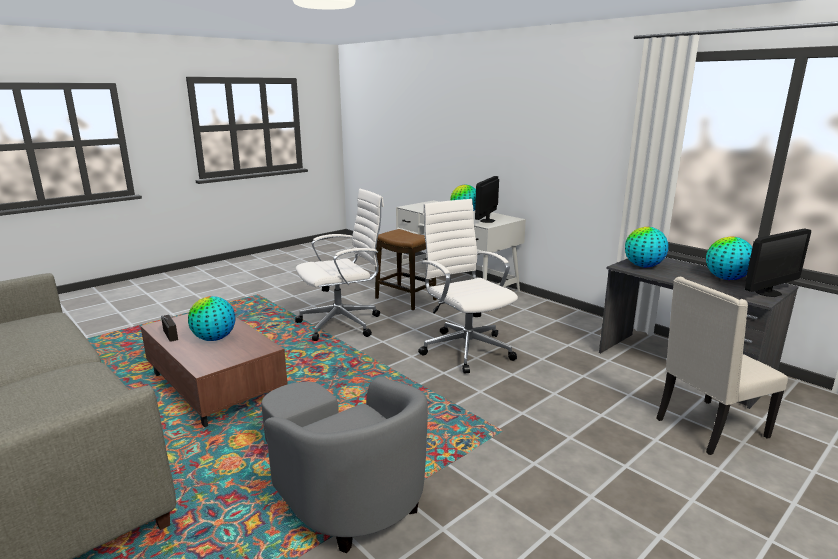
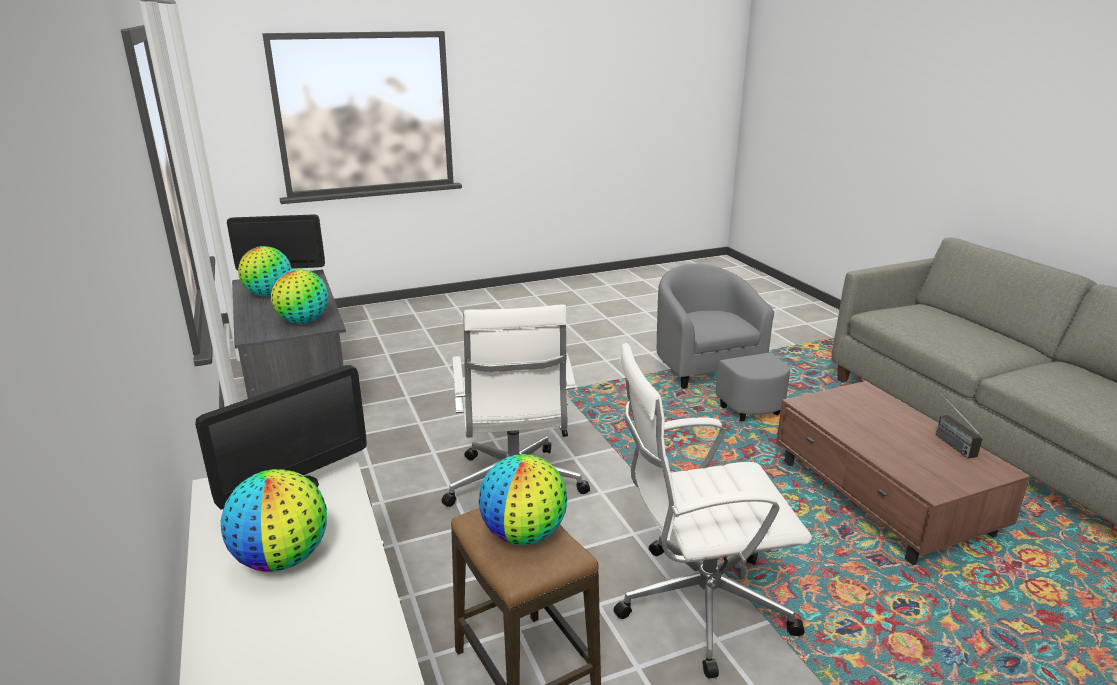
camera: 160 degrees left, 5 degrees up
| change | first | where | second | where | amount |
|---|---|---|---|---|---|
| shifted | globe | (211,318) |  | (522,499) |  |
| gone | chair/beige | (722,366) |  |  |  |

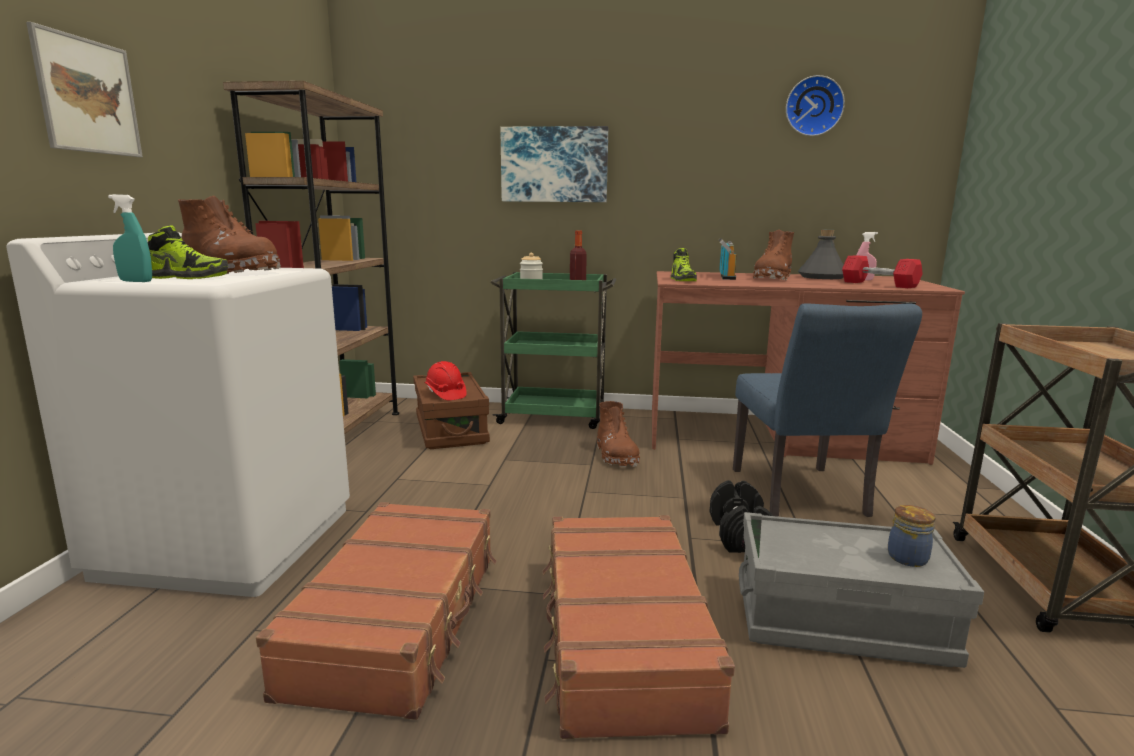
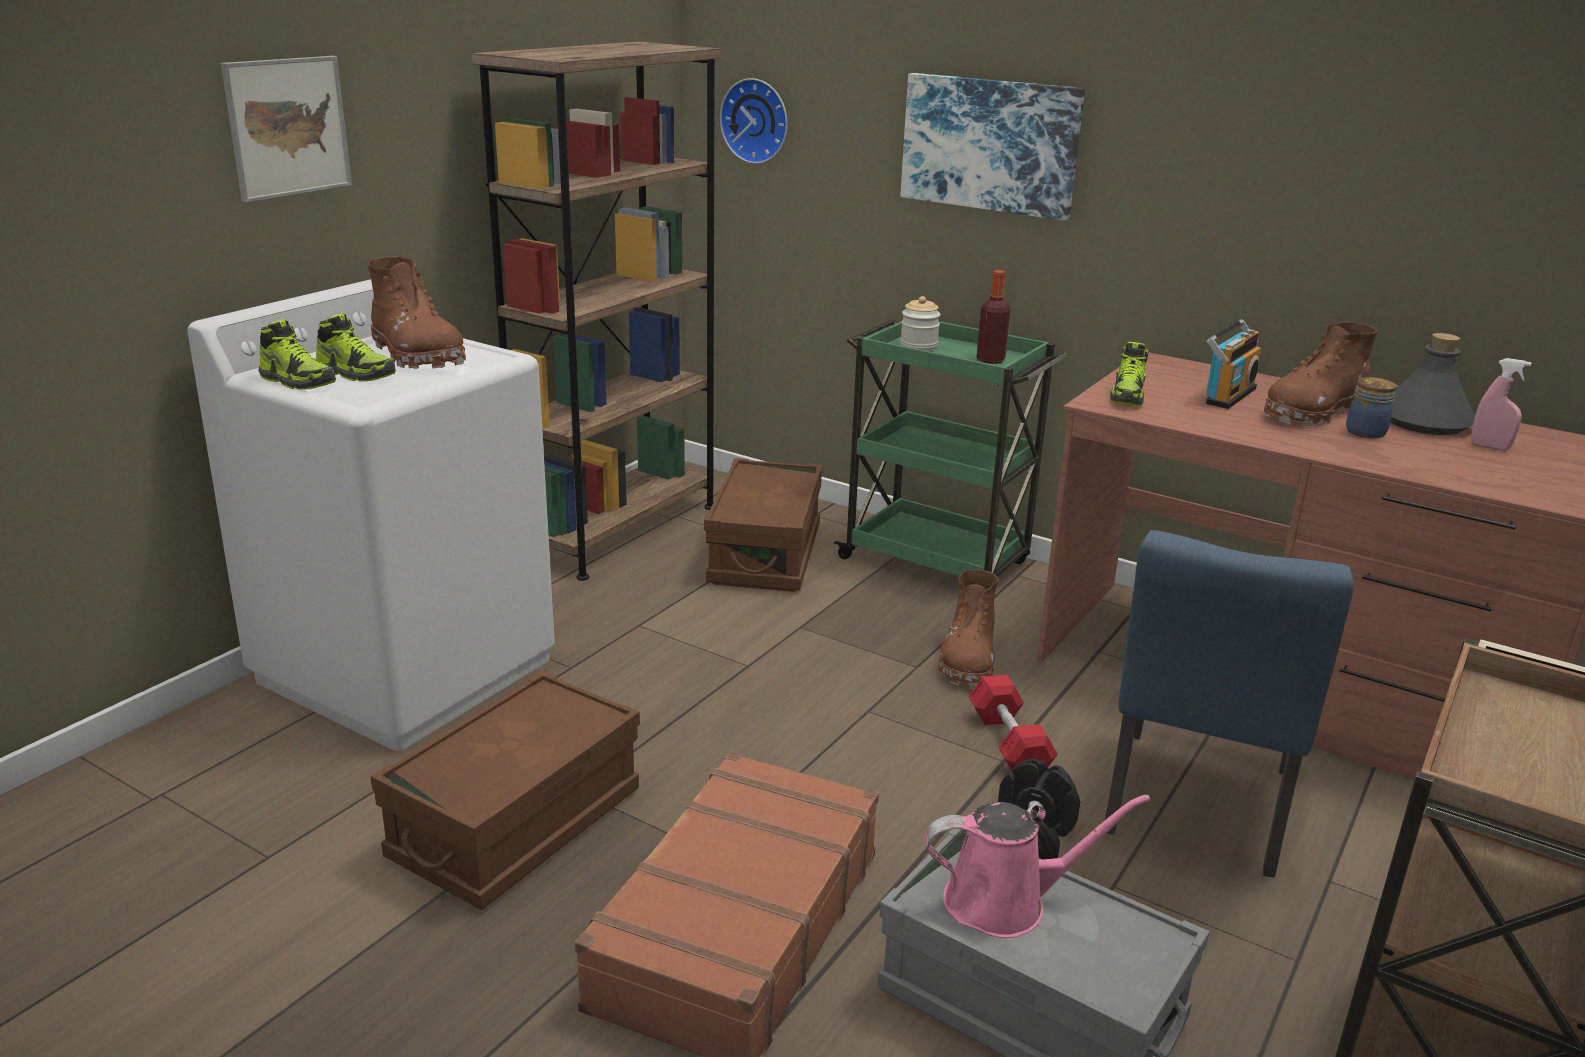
camera: 25 degrees right, 10 degrees up
| change | first | where | second | where | amount |
|---|---|---|---|---|---|
| swapped | spray bottle/turquoise | (130,238) | shoe | (297,354) |  |
| swapped | suitcase/brown | (376,611) | storage box/brown | (505,790) |  |
| gone | hard hat/red | (445,380) |  |  |  |
| shifted | wall clock | (815,105) |  | (754,121) |  |
| shifted | dumbbell/red | (882,271) |  | (1013,722) |  |
| shifted | jar | (912,536) |  | (1372,408) |  |
| new |  |  | watering can/pink | (1037,866) |  |

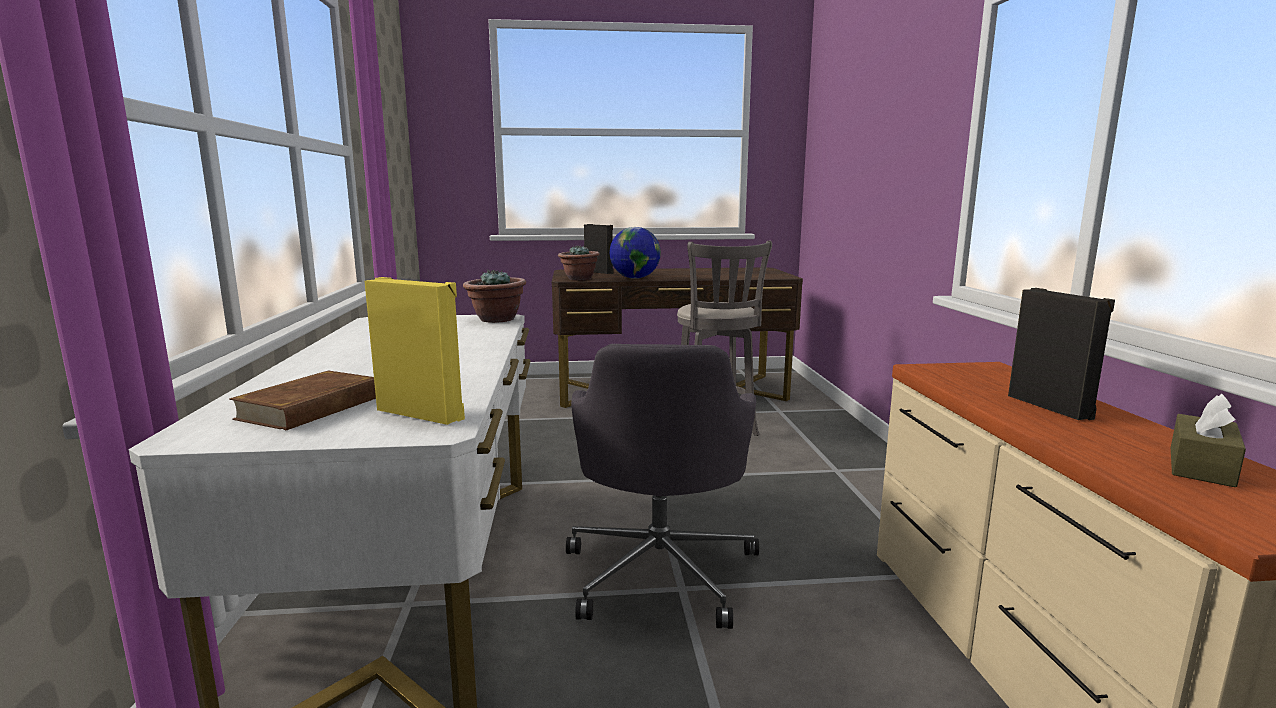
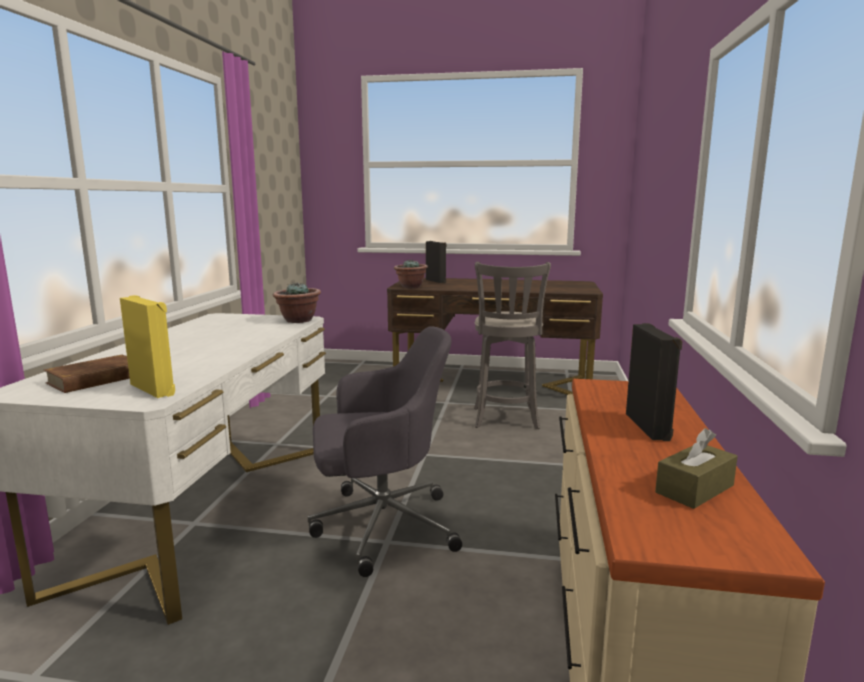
camera: 15 degrees right, 0 degrees up
| change | first | where | second | where | amount |
|---|---|---|---|---|---|
| rotated | office chair/grey | (662,486) |  | (385,451) | 120 degrees counterclockwise |
| gone | globe | (635,253) |  |  |  |

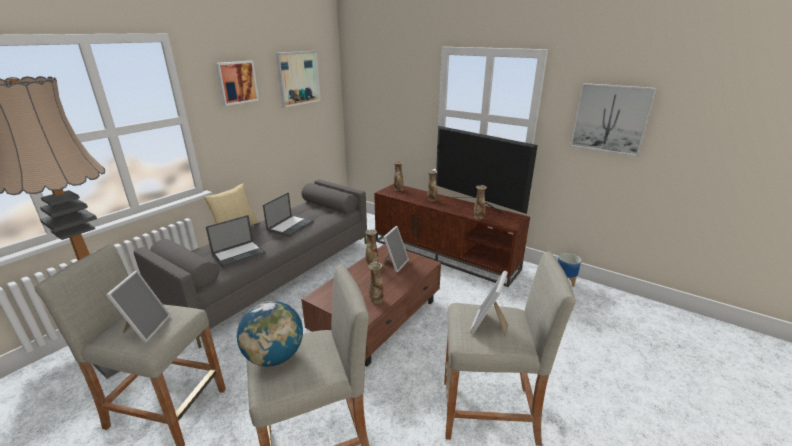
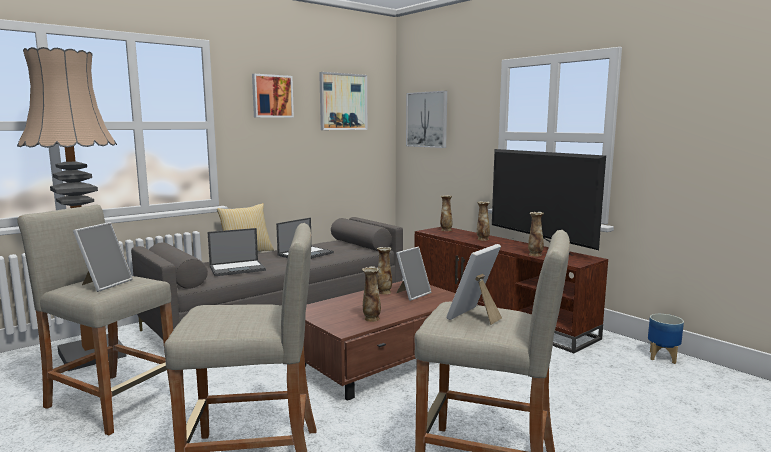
camera: 15 degrees right, 15 degrees down
| change | first | where | second | where | amount |
|---|---|---|---|---|---|
| gone | globe | (270,334) |  |  |  |
| shifted | picture | (613,119) |  | (426,119) |  |

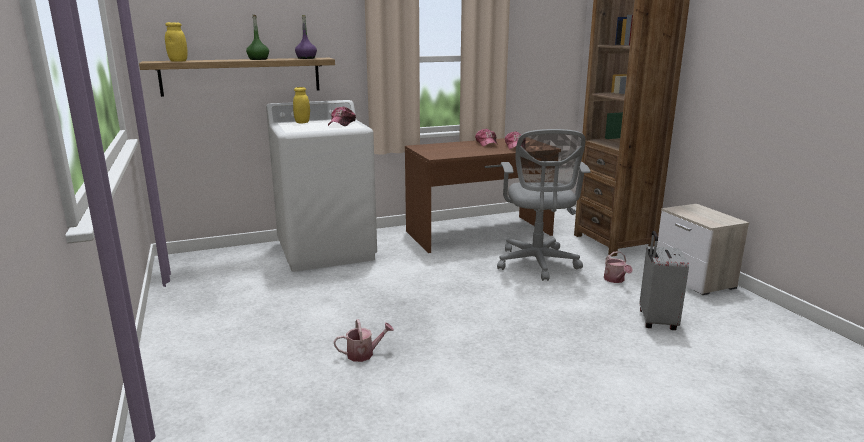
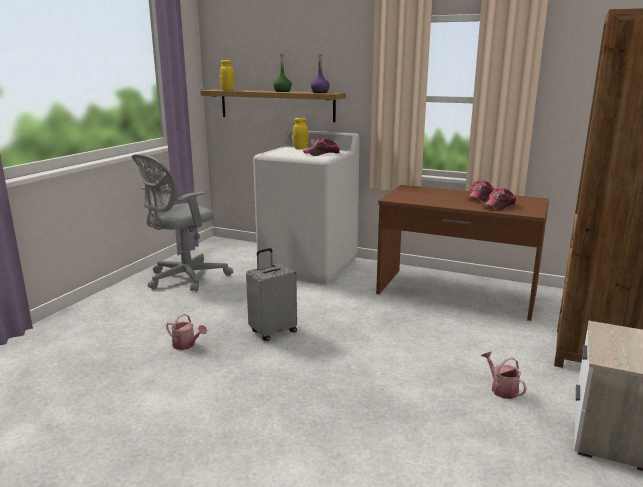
camera: 45 degrees right, 0 degrees up
| change | first | where | second | where | amount |
|---|---|---|---|---|---|
| shifted | office chair/grey | (543,205) |  | (182,223) |  |
| rotated | watering can | (618,267) |  | (504,375) | 120 degrees clockwise |
| shifted | suitcase/grey | (664,280) |  | (271,294) |  |

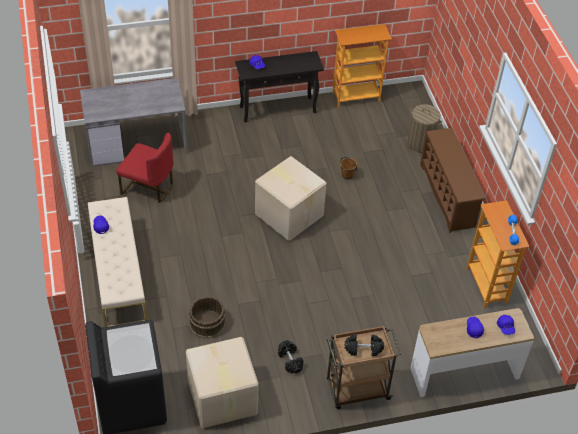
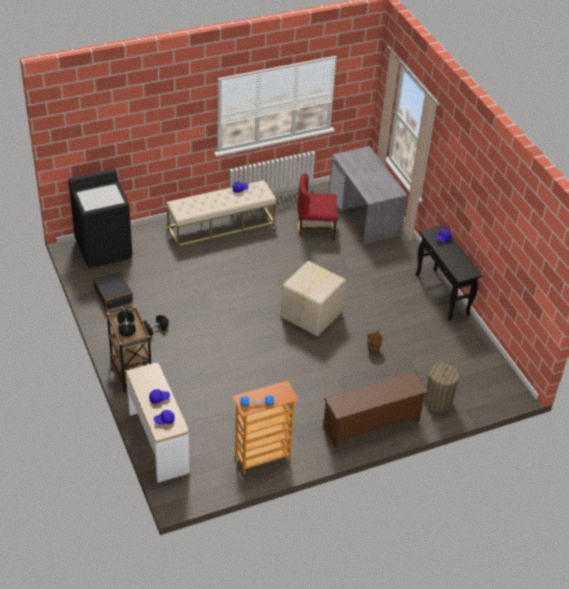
camera: 80 degrees right, 5 degrees down
| change | first | where | second | where | amount |
|---|---|---|---|---|---|
| rotated | chair/red | (144,168) |  | (317,206) | 75 degrees clockwise |
| swapped | cardboard box | (222,382) | suitcase/black | (113,290) |  |
| gone | bucket/brown | (207,317) |  |  |  |
| gone | bookcase | (362,66) |  |  |  |

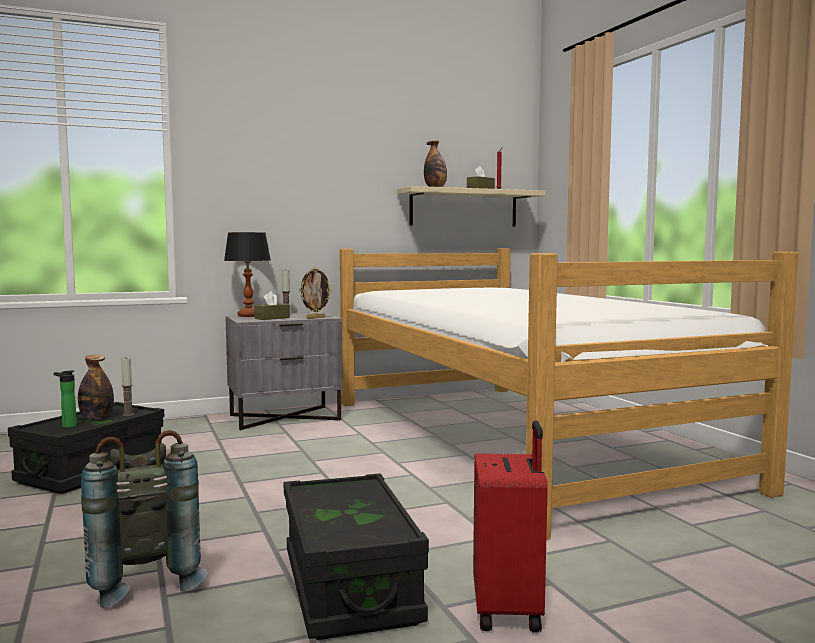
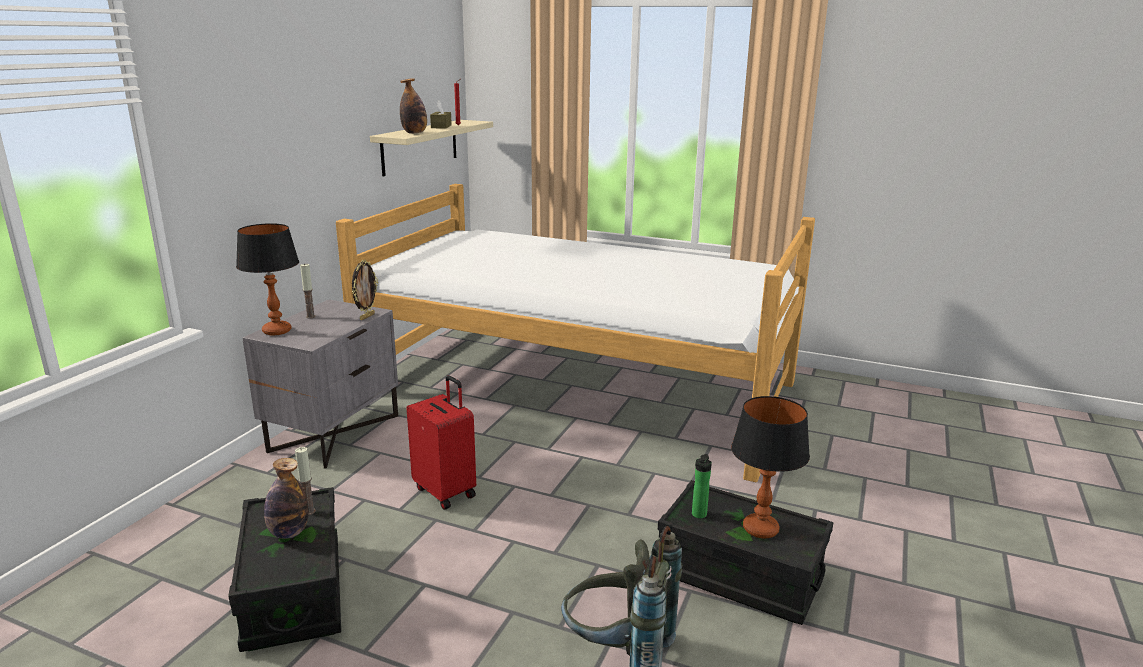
camera: 45 degrees left, 15 degrees up
| change | first | where | second | where | amount |
|---|---|---|---|---|---|
| shifted | bottle | (65,399) |  | (702,486) |  |
| gone | tissue box/brown | (272,305) |  |  |  |
| shifted | suitcase/red | (510,526) |  | (441,442) |  |
| new |  |  | table lamp | (770,467) |  |

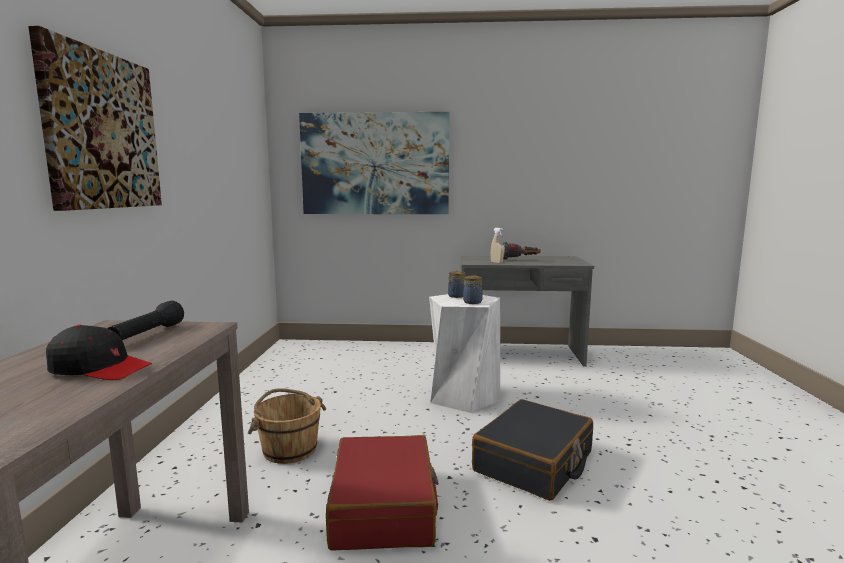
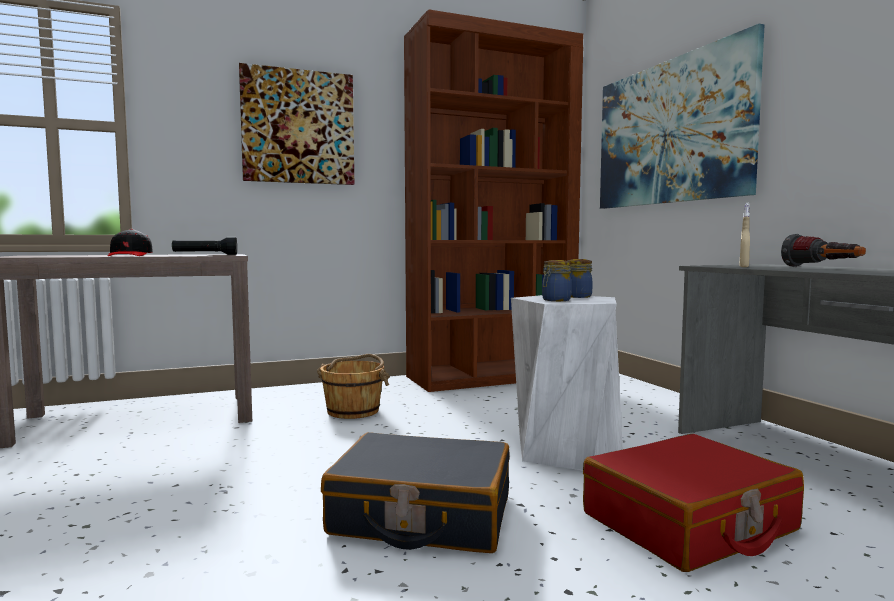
camera: 65 degrees right, 5 degrees down
| change | first | where | second | where | amount |
|---|---|---|---|---|---|
| shifted | suitcase/red | (382,493) |  | (693,503) |  |
| new |  |  | bookcase/brown | (493,200) |  |

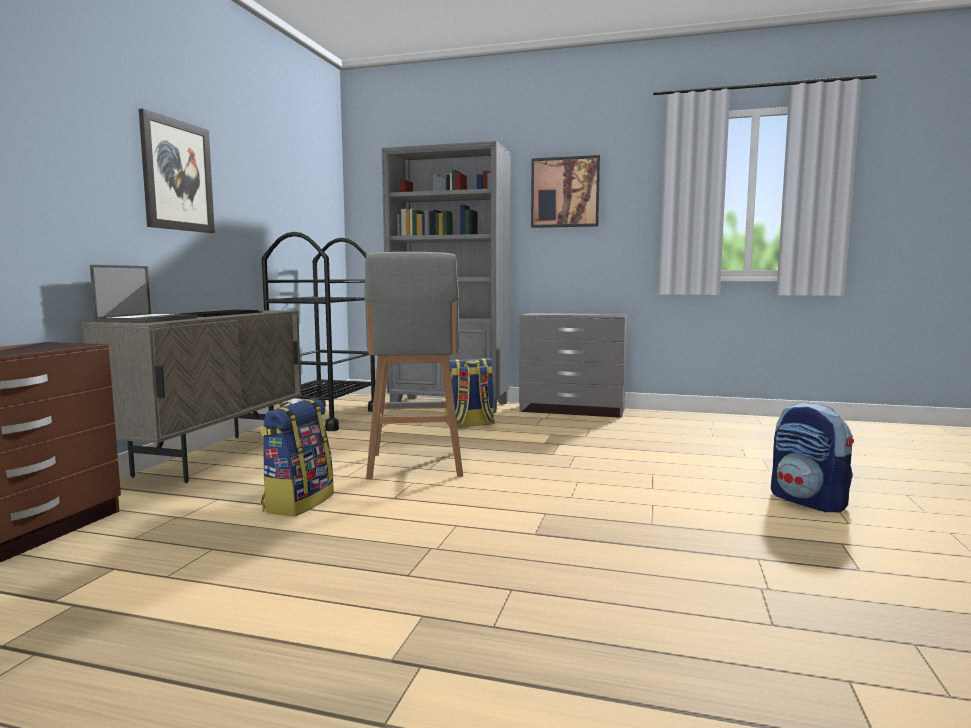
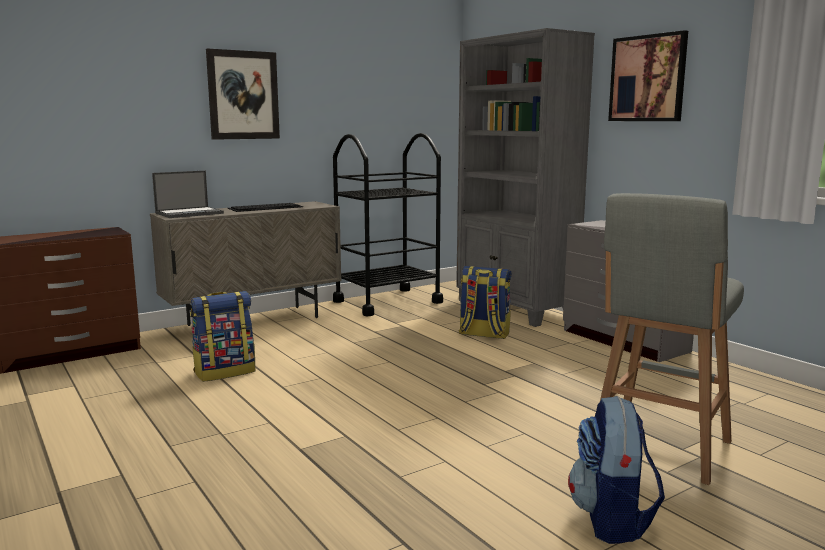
camera: 40 degrees right, 5 degrees up
| change | first | where | second | where | amount |
|---|---|---|---|---|---|
| shifted | stool/grey | (413,365) |  | (672,339) |  |

